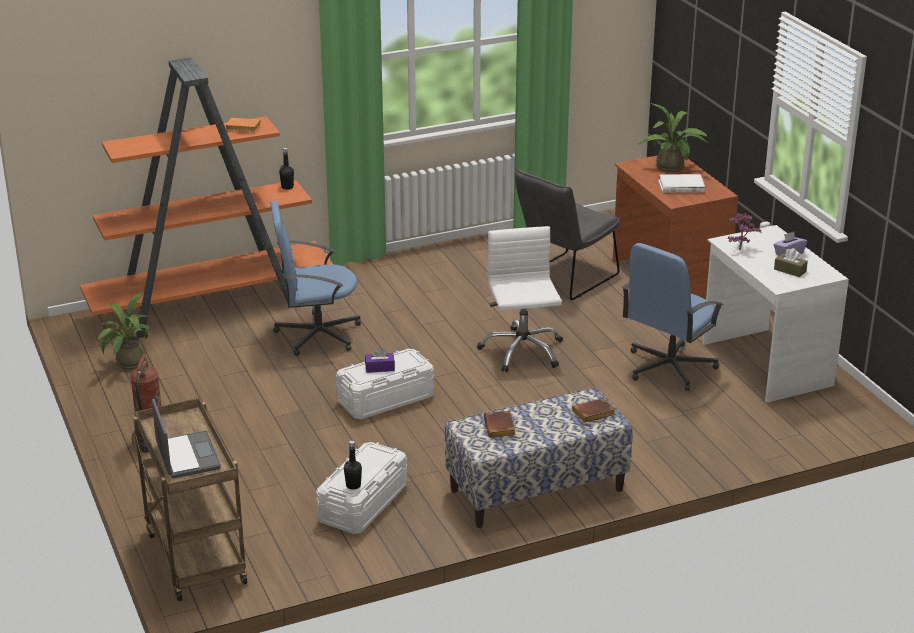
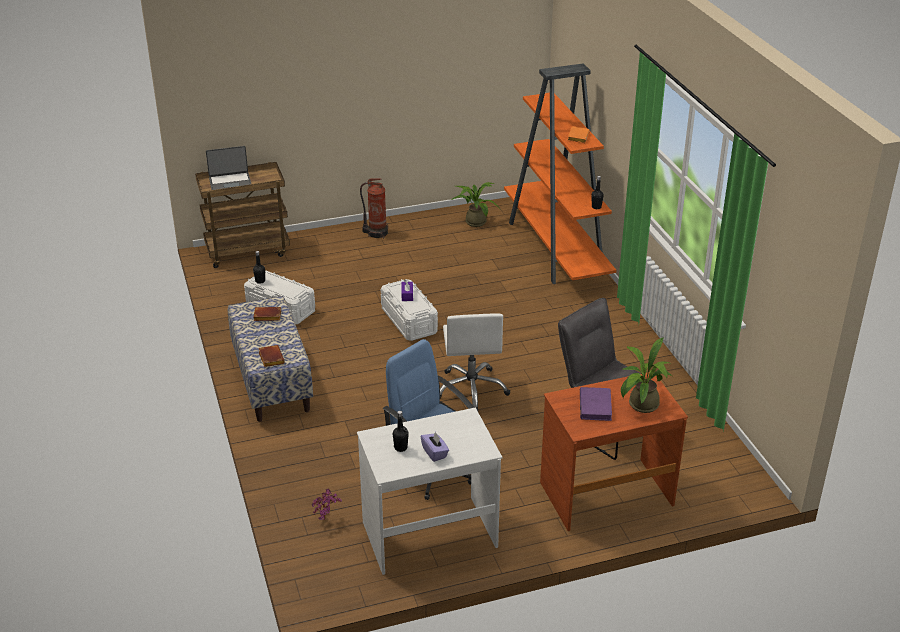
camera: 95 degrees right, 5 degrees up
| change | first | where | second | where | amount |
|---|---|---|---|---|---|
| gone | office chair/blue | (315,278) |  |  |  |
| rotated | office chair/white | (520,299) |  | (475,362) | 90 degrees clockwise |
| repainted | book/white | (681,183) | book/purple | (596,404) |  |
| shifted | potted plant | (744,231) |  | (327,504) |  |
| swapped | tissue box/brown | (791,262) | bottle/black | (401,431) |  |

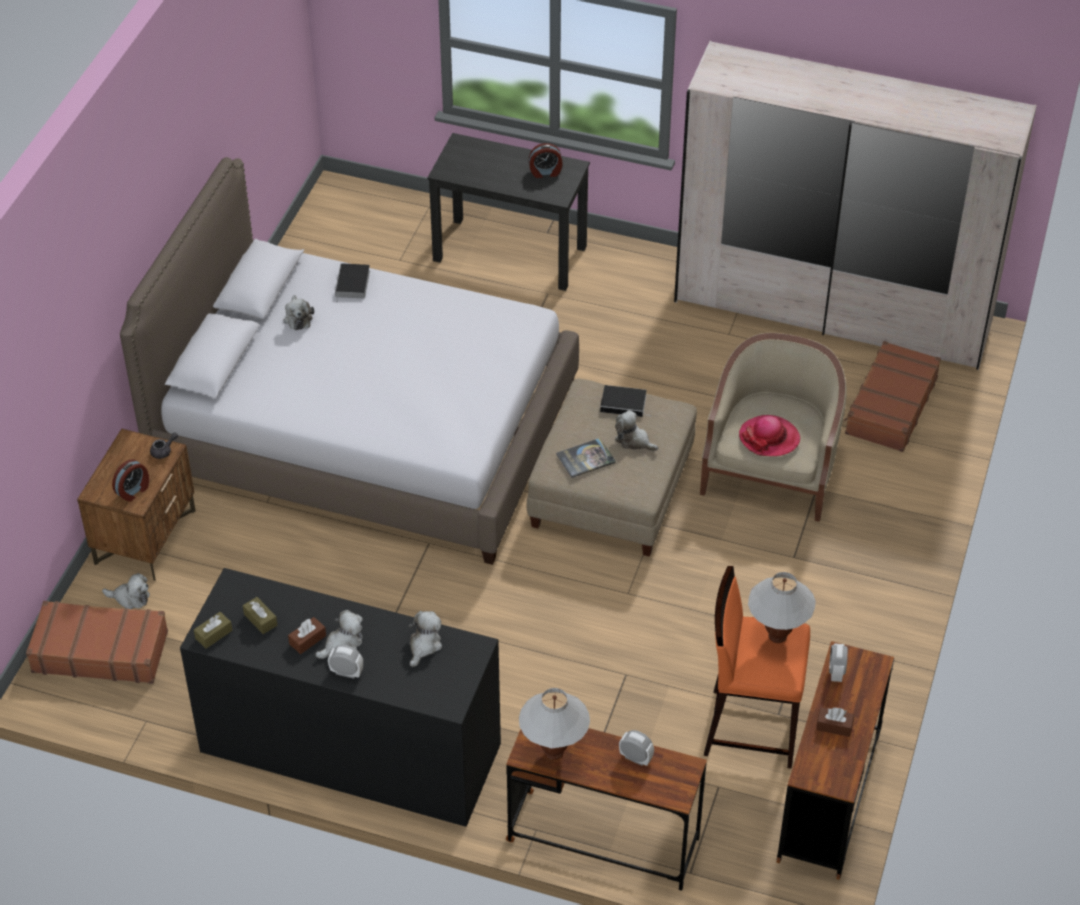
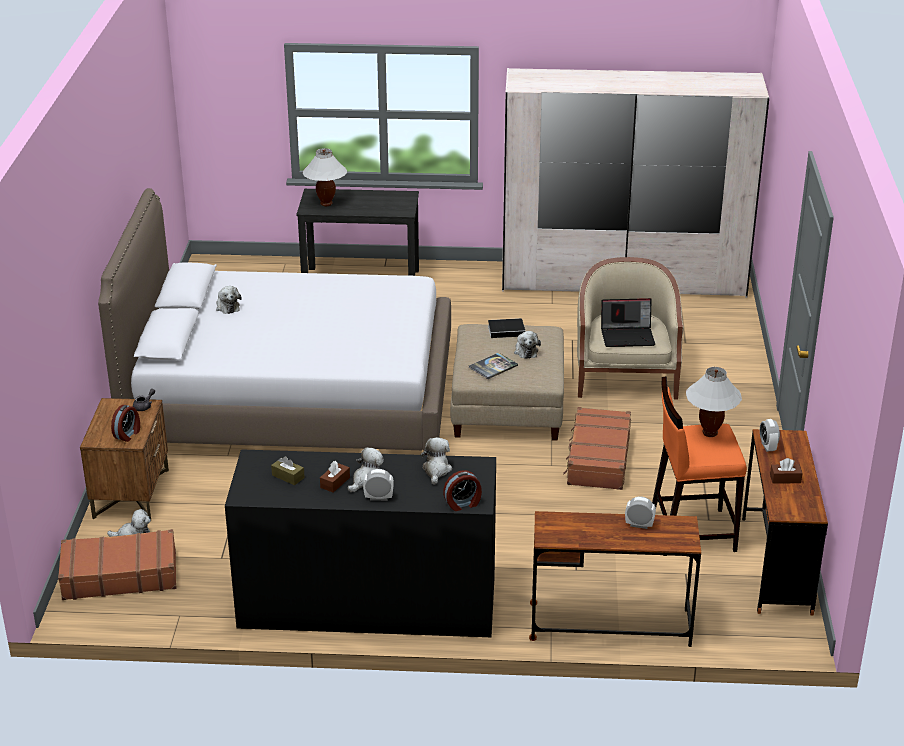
camera: 15 degrees left, 15 degrees down
| change | first | where | second | where | amount |
|---|---|---|---|---|---|
| gone | tissue box/brown | (213,630) |  |  |  |
| gone | book | (352,283) |  |  |  |
| shifted | table lamp/white | (554,724) |  | (325,177) |  |
| shifted | alarm clock | (545,160) |  | (462,490) |  |
| rotated | plush toy | (636,430) |  | (527,345) | 120 degrees counterclockwise |
| swapped | hat | (769,435) | laptop | (628,322) |  |
| shifted | suitcase/brown | (892,396) |  | (597,448) |  |

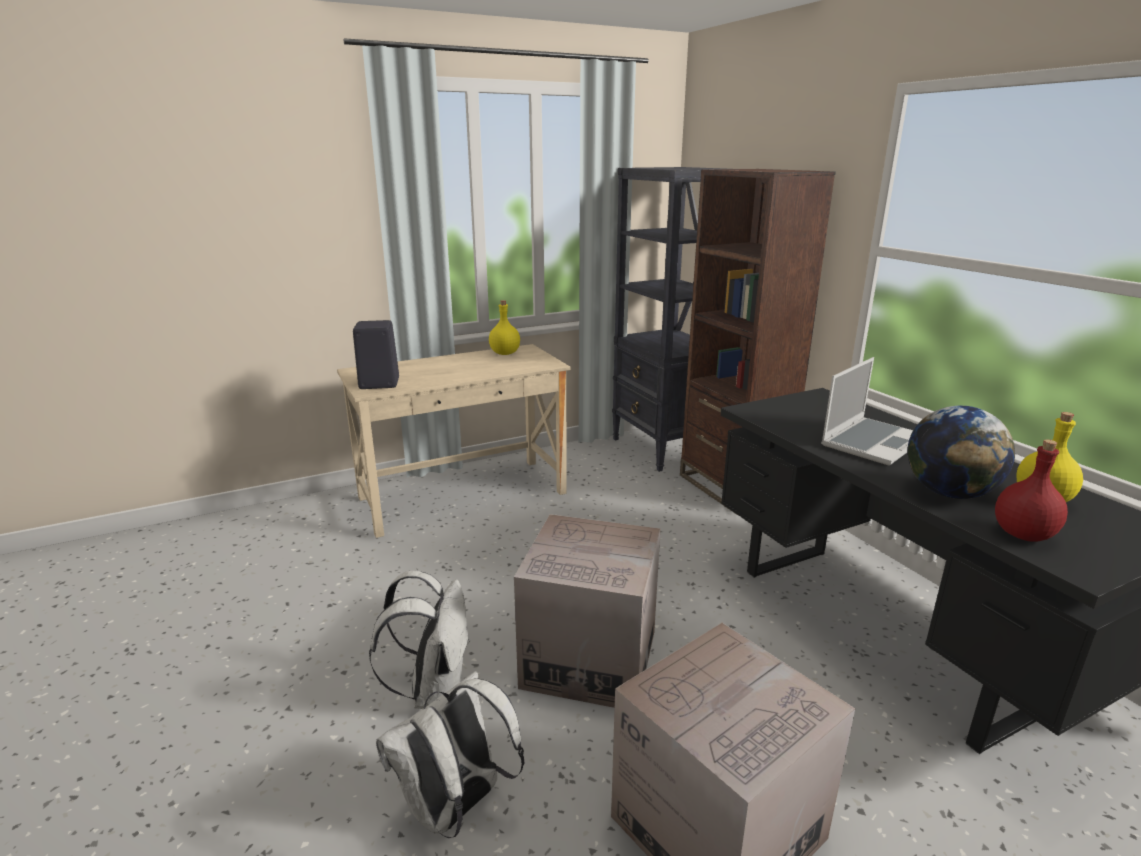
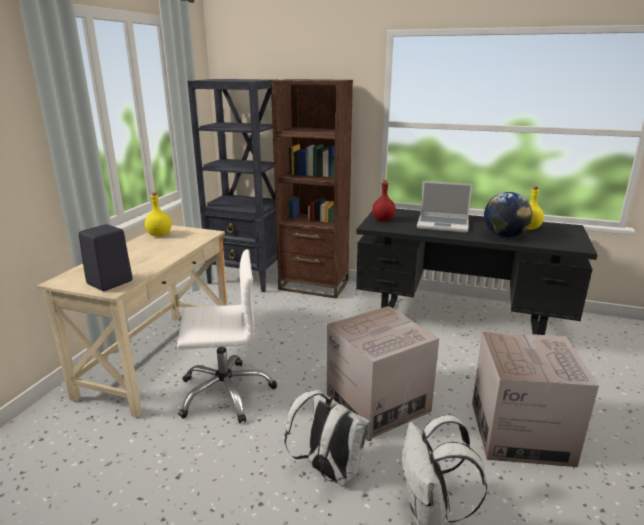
camera: 45 degrees left, 0 degrees up
| change | first | where | second | where | amount |
|---|---|---|---|---|---|
| rotated | laptop | (867,411) |  | (445,207) | 105 degrees clockwise |
| shifted | bottle/red | (1031,490) |  | (384,200) |  |
| new |  |  | office chair/white | (227,336) |  |

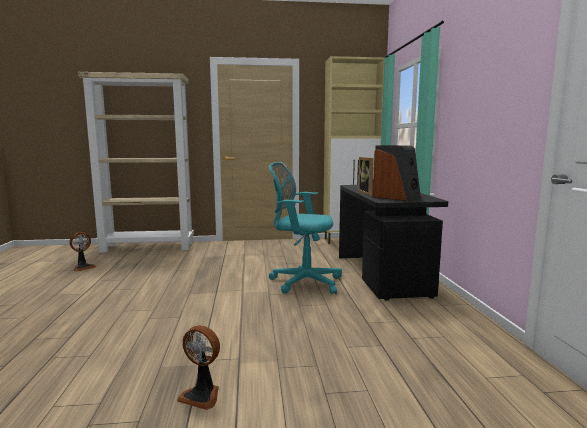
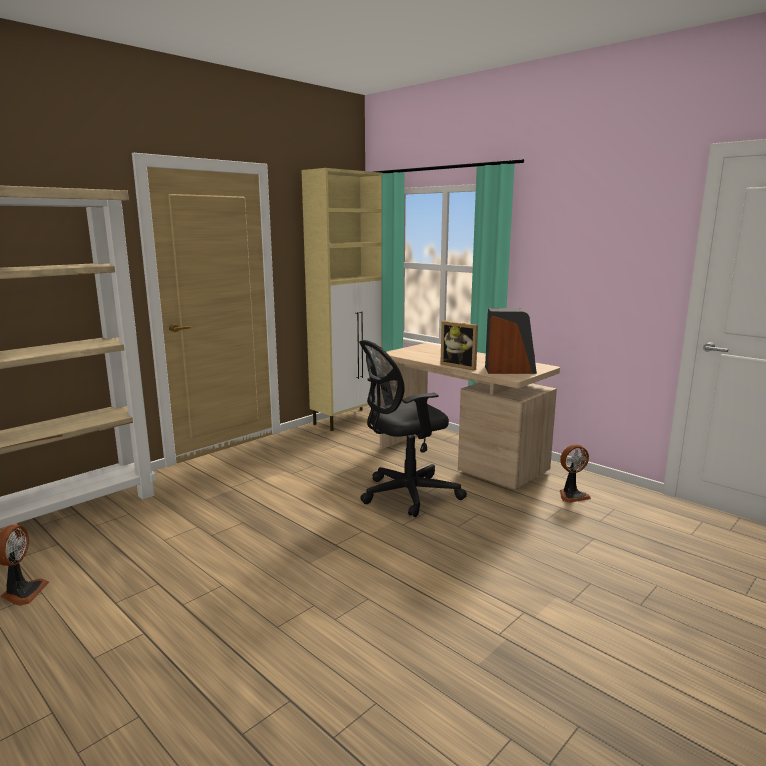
camera: 40 degrees left, 5 degrees up
| change | first | where | second | where | amount |
|---|---|---|---|---|---|
| shifted | fan | (198,367) |  | (575,473) |  |
| repainted | office chair/turquoise | (305,228) | office chair/black | (413,428) |  |
| repainted | desk/black | (393,243) | desk/beige | (470,416) |  |

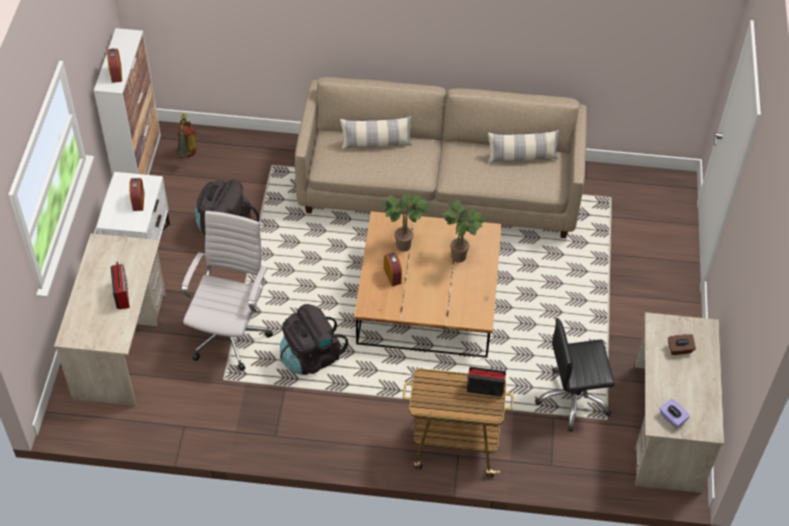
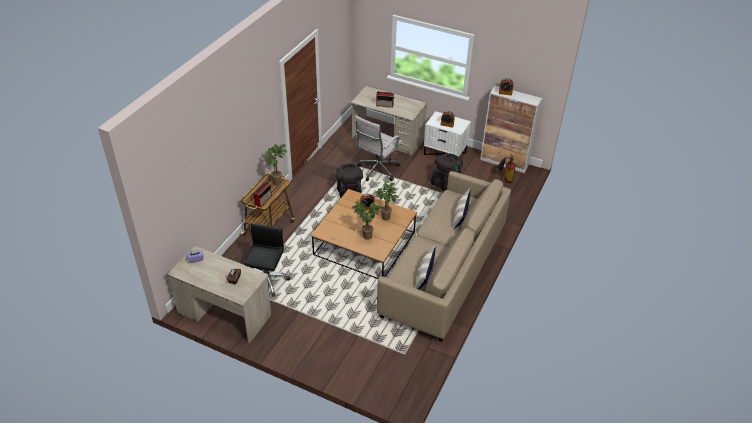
camera: 110 degrees right, 10 degrees down
| change | first | where | second | where | amount |
|---|---|---|---|---|---|
| rotated | office chair/white | (227,291) |  | (378,148) | 90 degrees clockwise |
| new |  |  | potted plant | (276,164) |  |

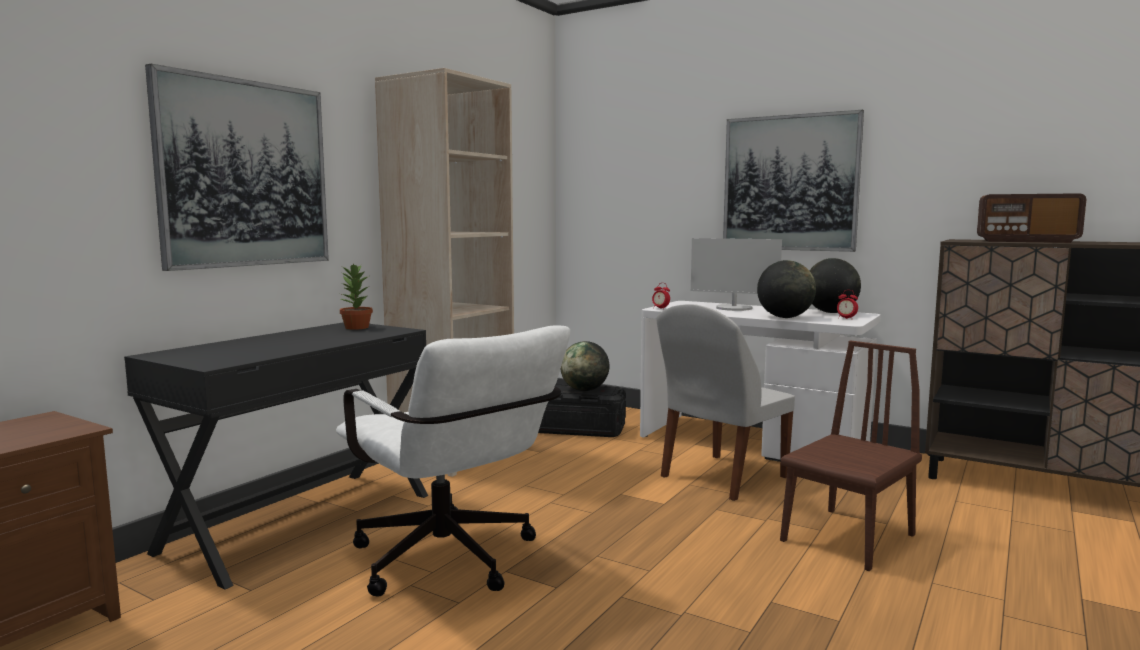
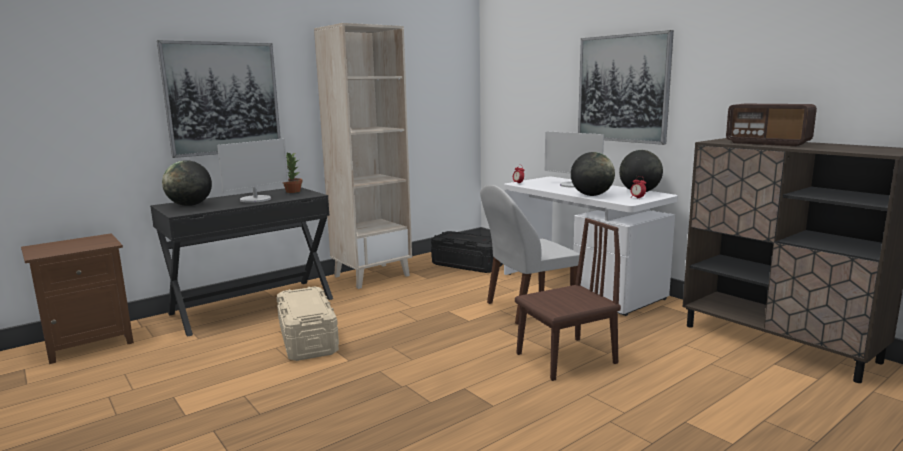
camera: 20 degrees right, 5 degrees up
| change | first | where | second | where | amount |
|---|---|---|---|---|---|
| swapped | office chair/white | (453,461) | storage box/beige | (307,324) |  |
| shifted | globe | (585,366) |  | (187,183) |  |
| new |  |  | monitor | (253,170) |  |

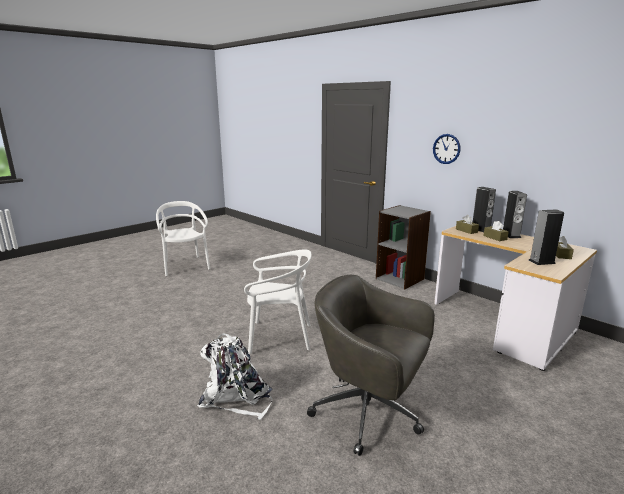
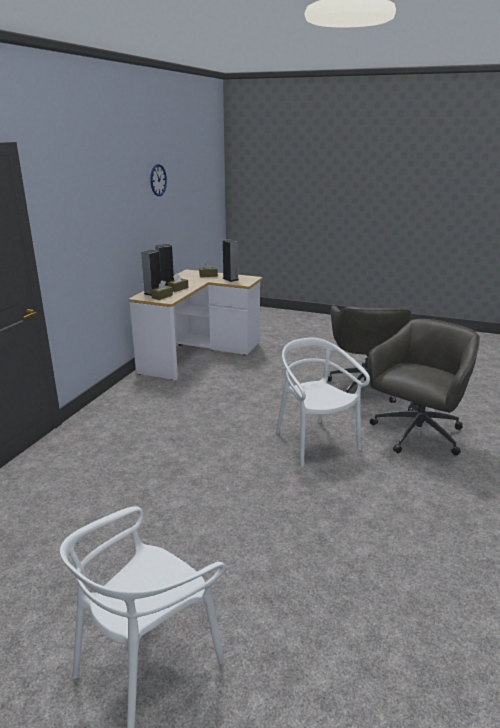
camera: 115 degrees left, 5 degrees up
| change | first | where | second | where | amount |
|---|---|---|---|---|---|
| swapped | backpack/white | (234,377) | office chair/grey | (424,387) |  |
| gone | bookcase/grey | (403,247) |  |  |  |
| shifted | wall clock | (446,149) |  | (158,180) |  |

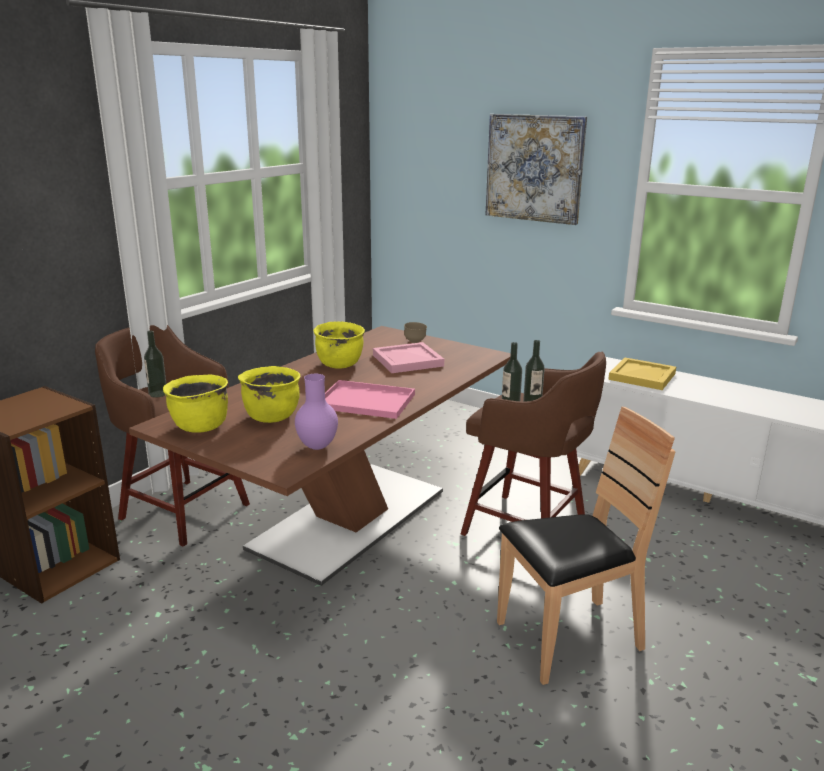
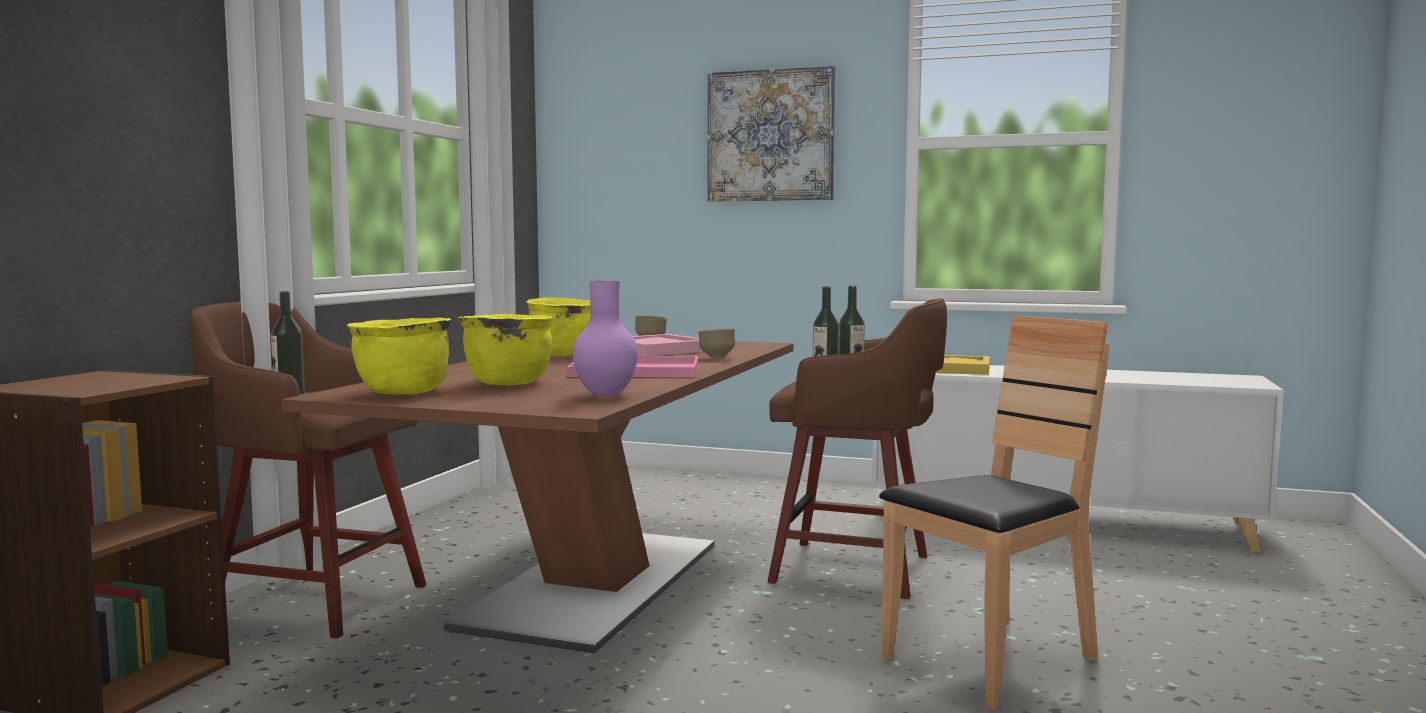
camera: 15 degrees left, 15 degrees down
| change | first | where | second | where | amount |
|---|---|---|---|---|---|
| new |  |  | bowl/brown | (716,343) |  |

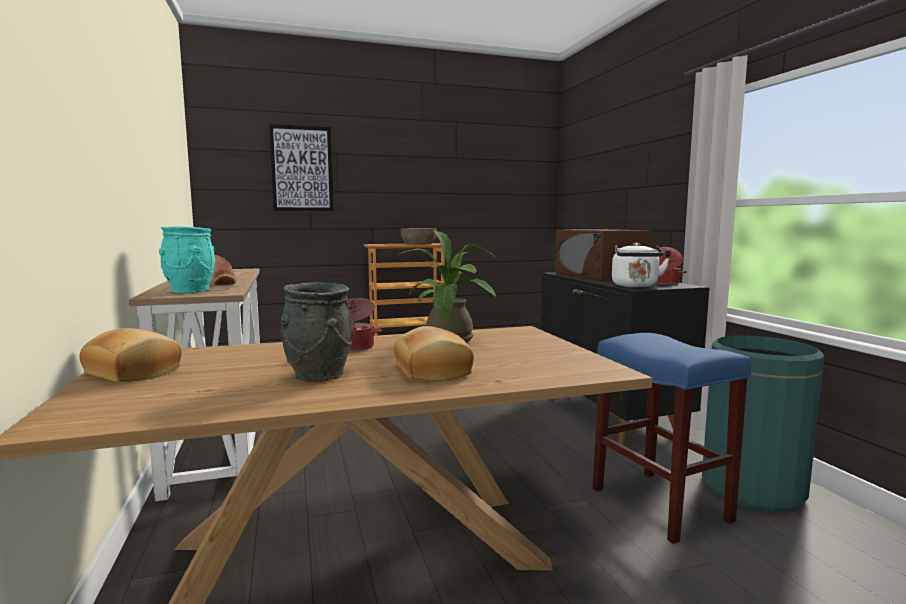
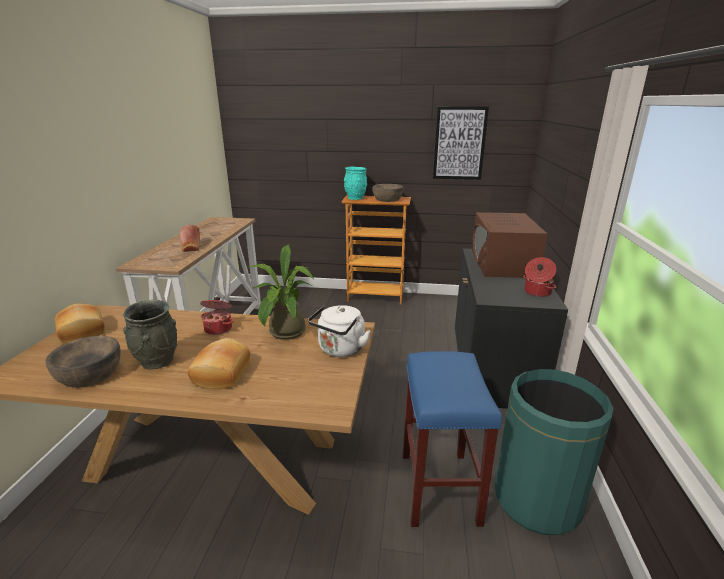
camera: 25 degrees right, 15 degrees up
| change | first | where | second | where | amount |
|---|---|---|---|---|---|
| shifted | vase/turquoise | (187,259) |  | (355,183) |  |
| shifted | picture | (301,167) |  | (461,143) |  |
| shifted | kettle/white | (641,265) |  | (339,331) |  |
| new |  |  | bowl/brown | (83,362) |  |

